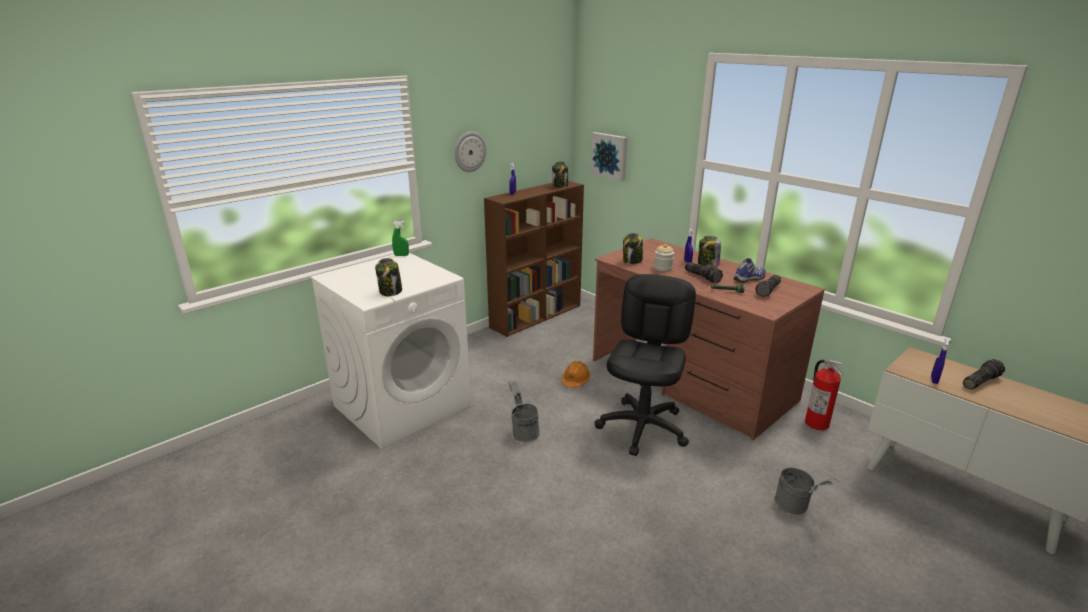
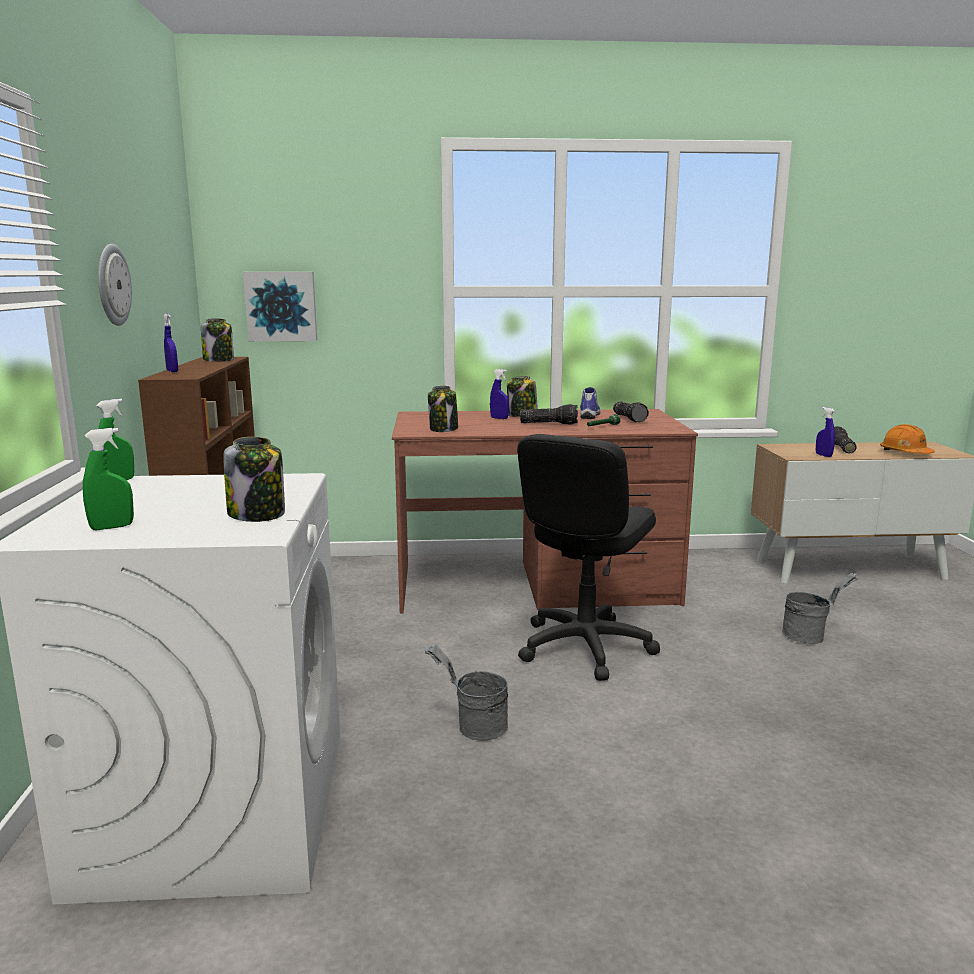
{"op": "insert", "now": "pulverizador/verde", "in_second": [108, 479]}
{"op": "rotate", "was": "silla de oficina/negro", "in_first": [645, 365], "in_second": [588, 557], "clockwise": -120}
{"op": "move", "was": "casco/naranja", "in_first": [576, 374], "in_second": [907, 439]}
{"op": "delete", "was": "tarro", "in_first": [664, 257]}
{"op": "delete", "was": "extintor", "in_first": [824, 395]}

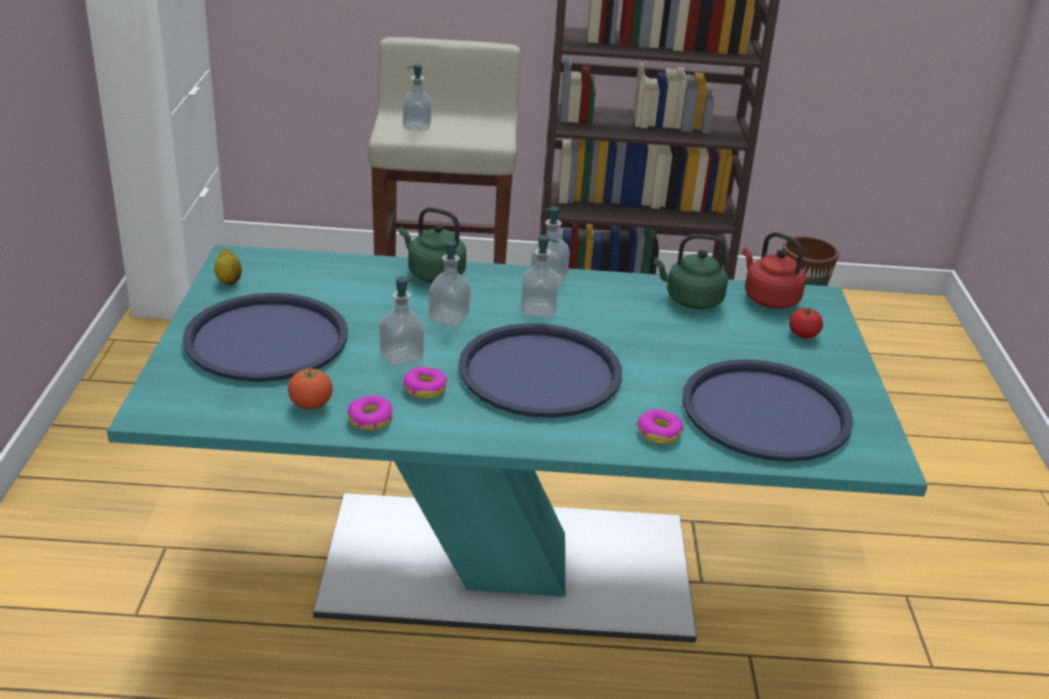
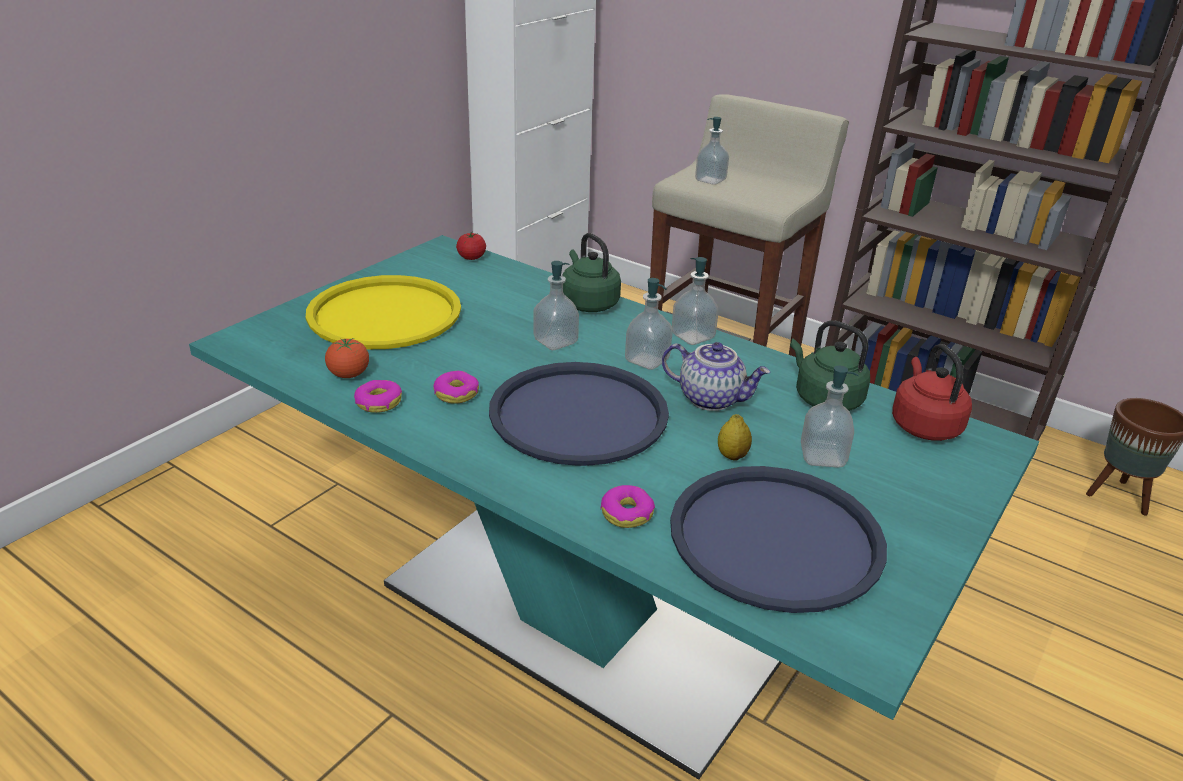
{"op": "recolor", "was": "bandeja/azul", "now": "bandeja/amarillo", "in_first": [265, 337], "in_second": [383, 312]}
{"op": "move", "was": "tomate", "in_first": [806, 323], "in_second": [471, 246]}
{"op": "insert", "now": "tetera", "in_second": [716, 376]}
{"op": "move", "was": "limón", "in_first": [228, 266], "in_second": [735, 437]}
{"op": "move", "was": "dispensador de jabón", "in_first": [401, 321], "in_second": [830, 416]}

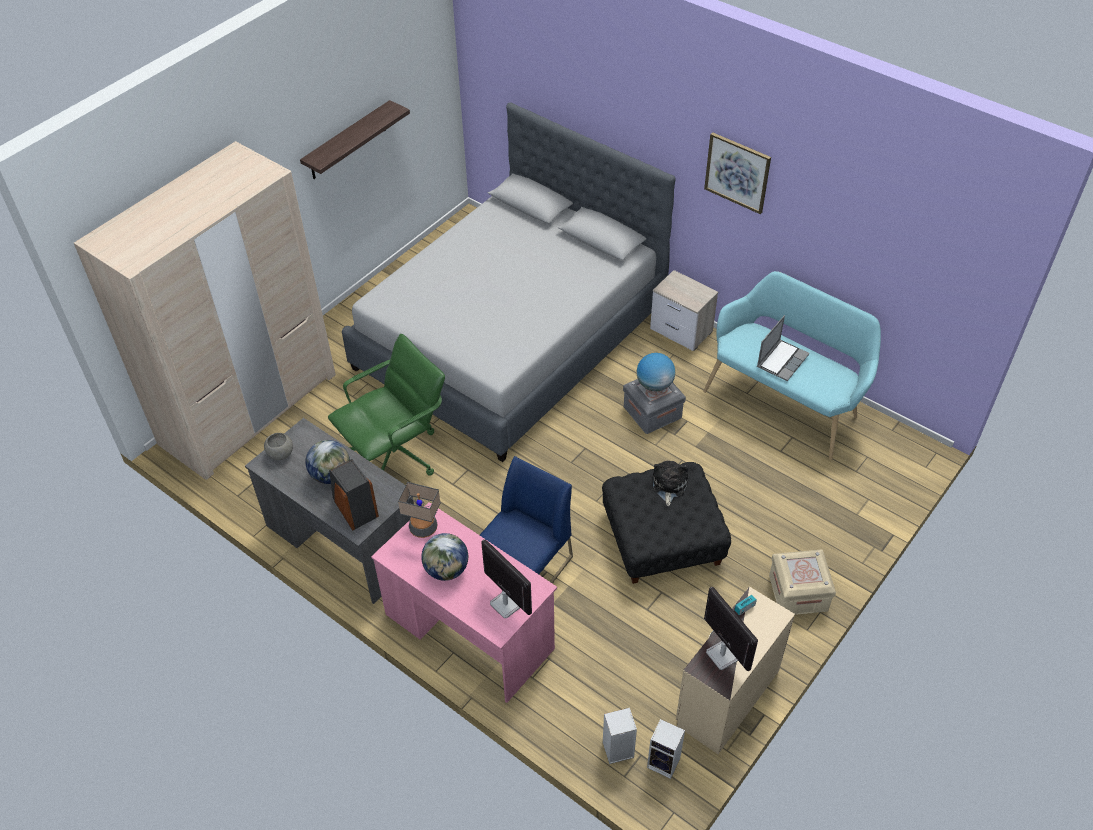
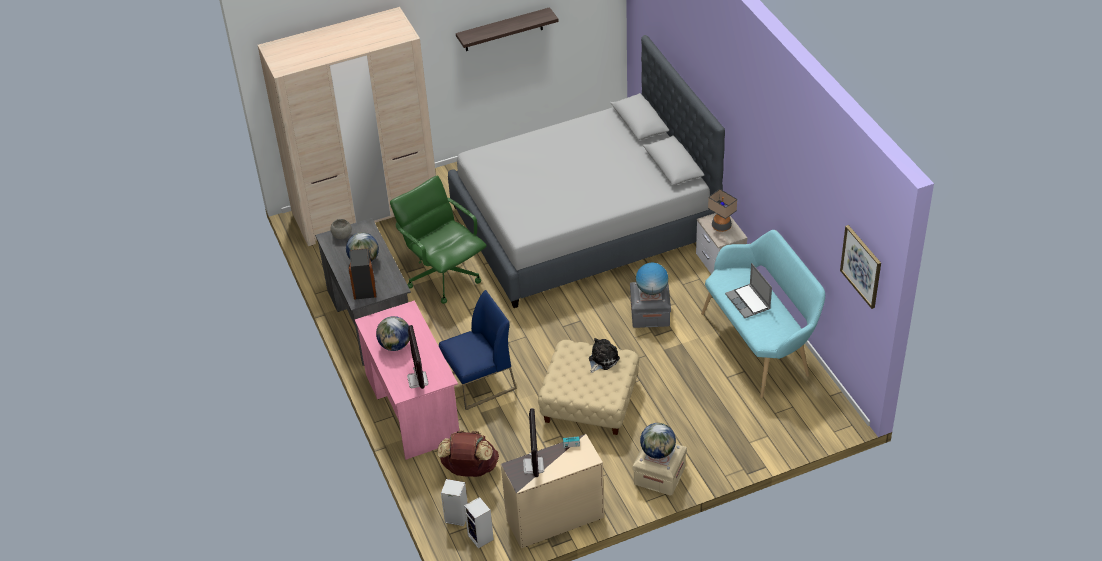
{"op": "rotate", "was": "silla de oficina/verde", "in_first": [386, 405], "in_second": [438, 240], "clockwise": -120}
{"op": "insert", "now": "mochila/marrón", "in_second": [468, 454]}
{"op": "recolor", "was": "puf/negro", "now": "puf/beis", "in_first": [666, 523], "in_second": [588, 387]}
{"op": "insert", "now": "globo terráqueo", "in_second": [658, 441]}
{"op": "move", "was": "lámpara de mesa", "in_first": [419, 510], "in_second": [722, 210]}
{"op": "rotate", "was": "portátil", "in_first": [783, 348], "in_second": [748, 290], "clockwise": 90}
{"op": "move", "was": "cuadro", "in_first": [737, 173], "in_second": [860, 267]}

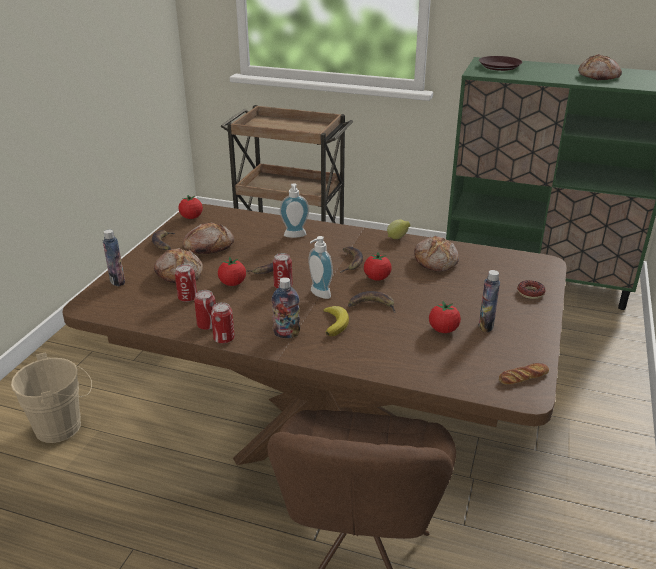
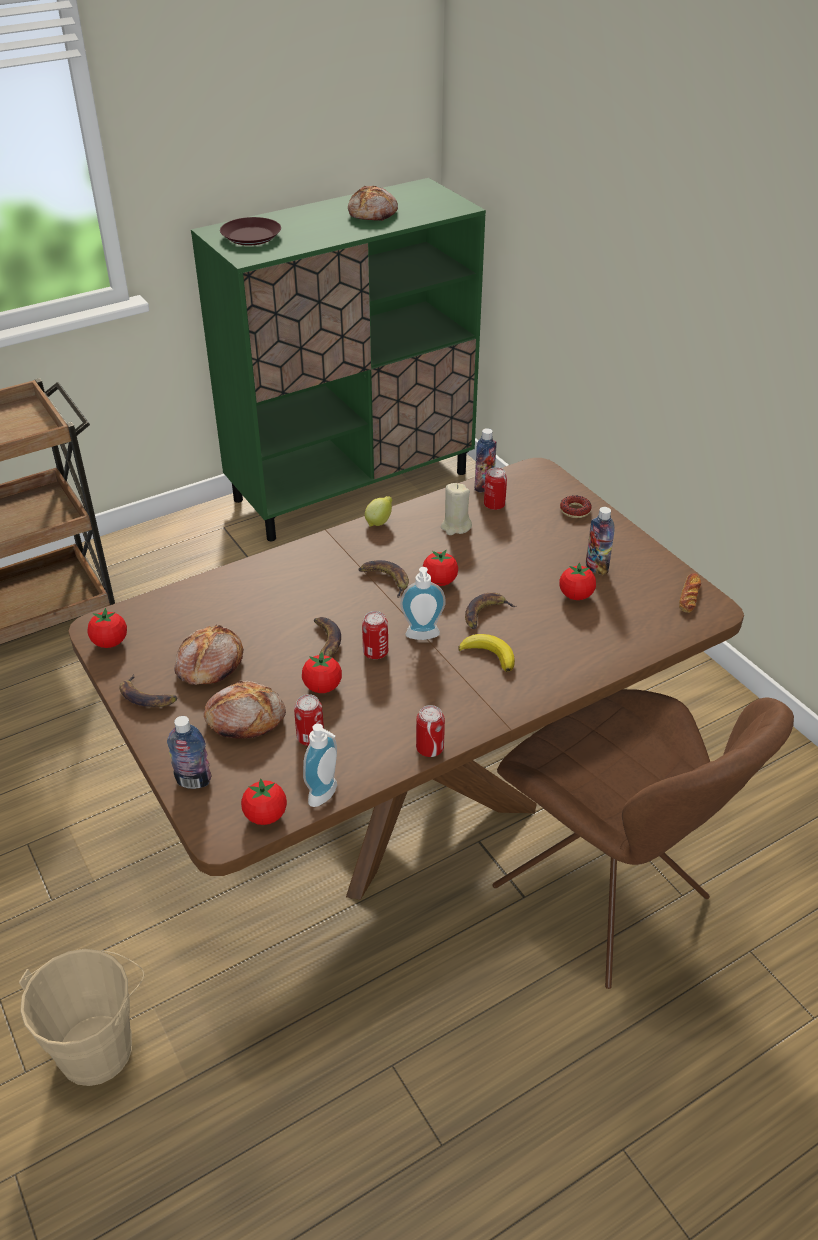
{"op": "insert", "now": "tomate", "in_second": [264, 801]}
{"op": "move", "was": "dispensador de jabón", "in_first": [294, 210], "in_second": [320, 765]}
{"op": "replace", "was": "pan", "now": "vela/beis", "in_first": [436, 254], "in_second": [456, 509]}
{"op": "move", "was": "botella", "in_first": [285, 307], "in_second": [485, 460]}
{"op": "move", "was": "lata", "in_first": [205, 310], "in_second": [495, 488]}

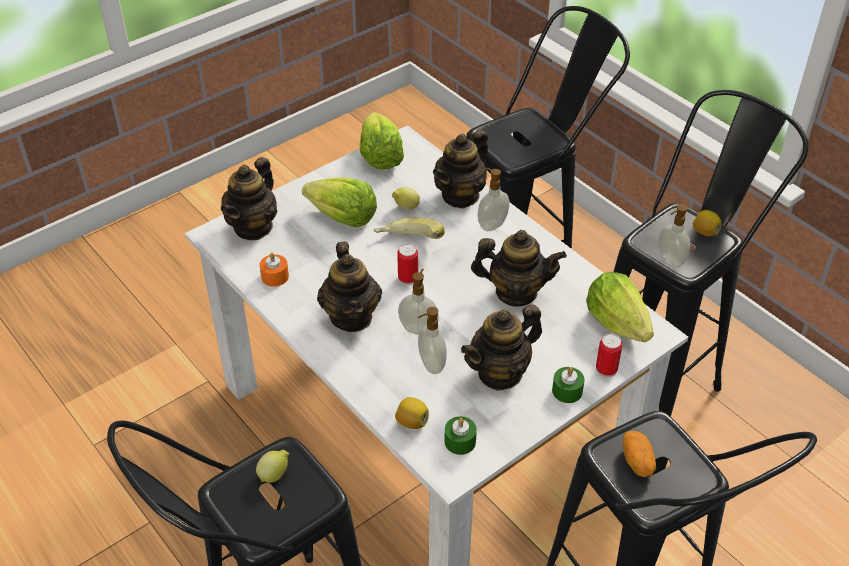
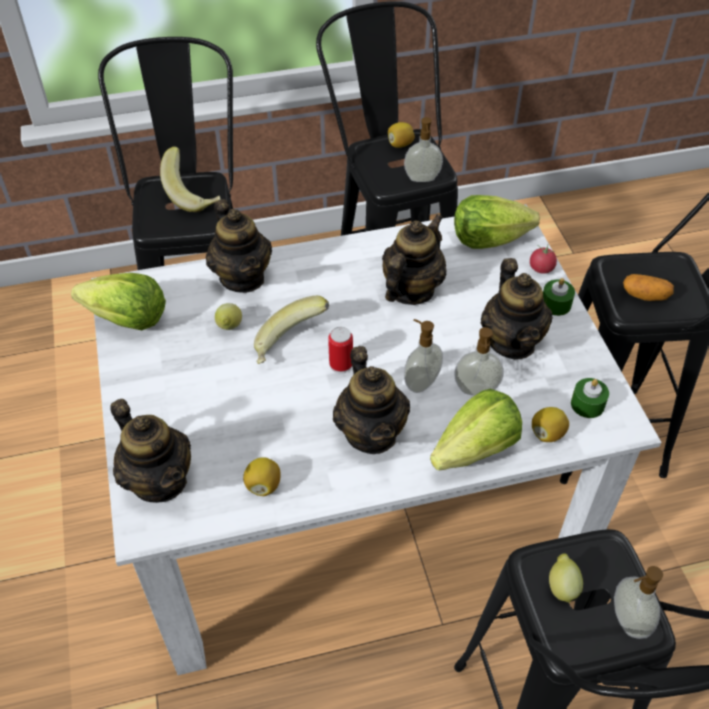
{"op": "insert", "now": "plátano", "in_second": [190, 179]}
{"op": "replace", "was": "vela/naranja", "now": "limón", "in_first": [274, 270], "in_second": [262, 476]}
{"op": "rotate", "was": "tetera", "in_first": [349, 287], "in_second": [371, 400], "clockwise": 60}
{"op": "move", "was": "lechuga", "in_first": [339, 202], "in_second": [476, 430]}
{"op": "replace", "was": "lata", "now": "tomate", "in_first": [609, 356], "in_second": [543, 259]}
{"op": "move", "was": "dispensador de jabón", "in_first": [493, 199], "in_second": [638, 602]}

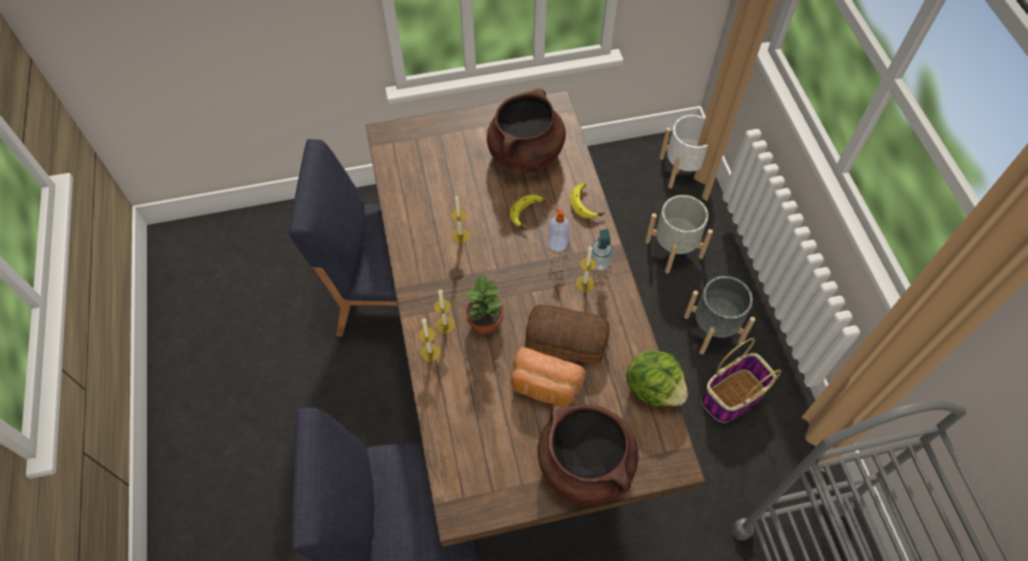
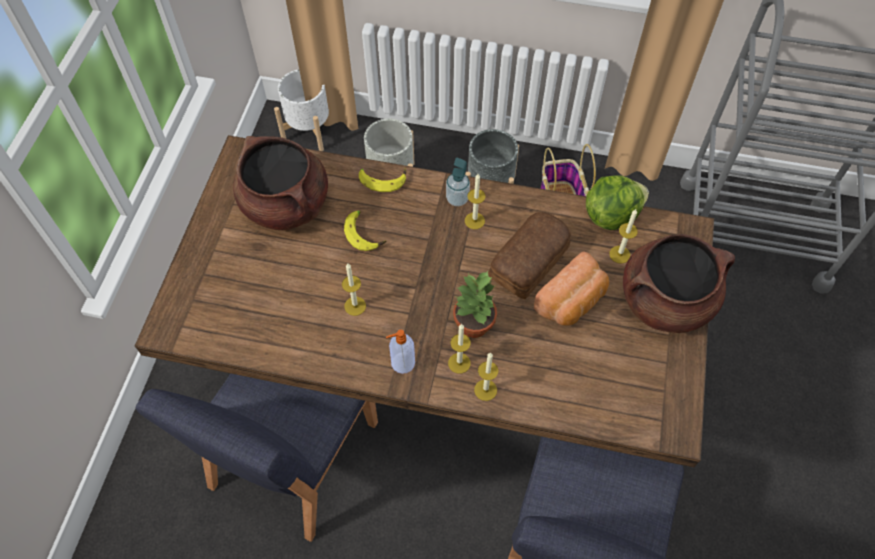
{"op": "move", "was": "dispensador de jabón", "in_first": [559, 228], "in_second": [400, 352]}
{"op": "insert", "now": "vela", "in_second": [623, 236]}

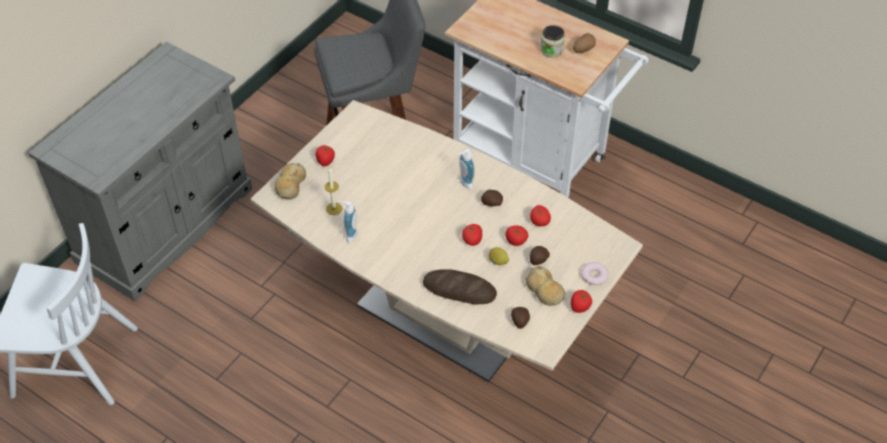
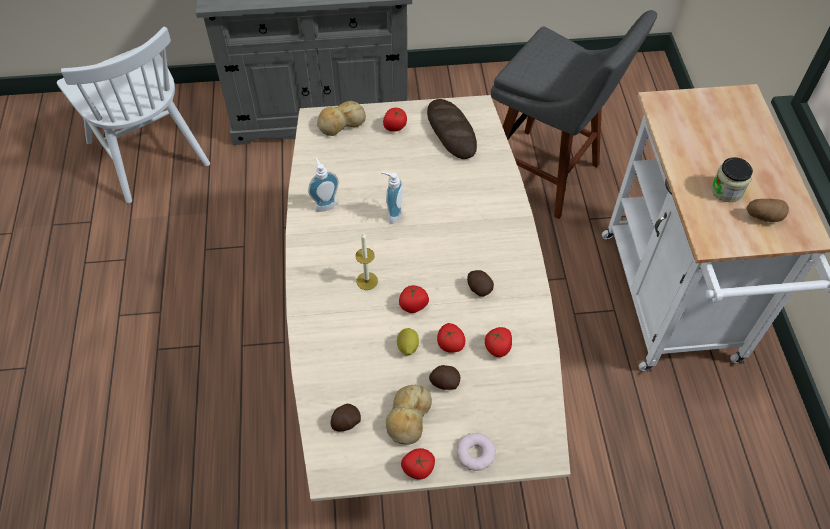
{"op": "move", "was": "vela", "in_first": [333, 191], "in_second": [366, 261]}
{"op": "move", "was": "dispensador de jabón", "in_first": [466, 169], "in_second": [392, 198]}
{"op": "move", "was": "pan", "in_first": [460, 286], "in_second": [452, 129]}

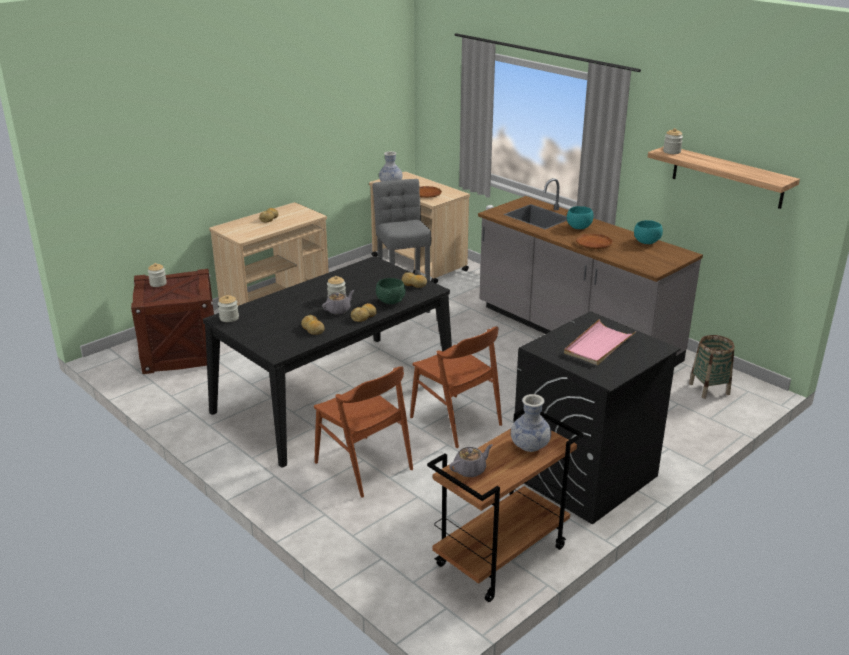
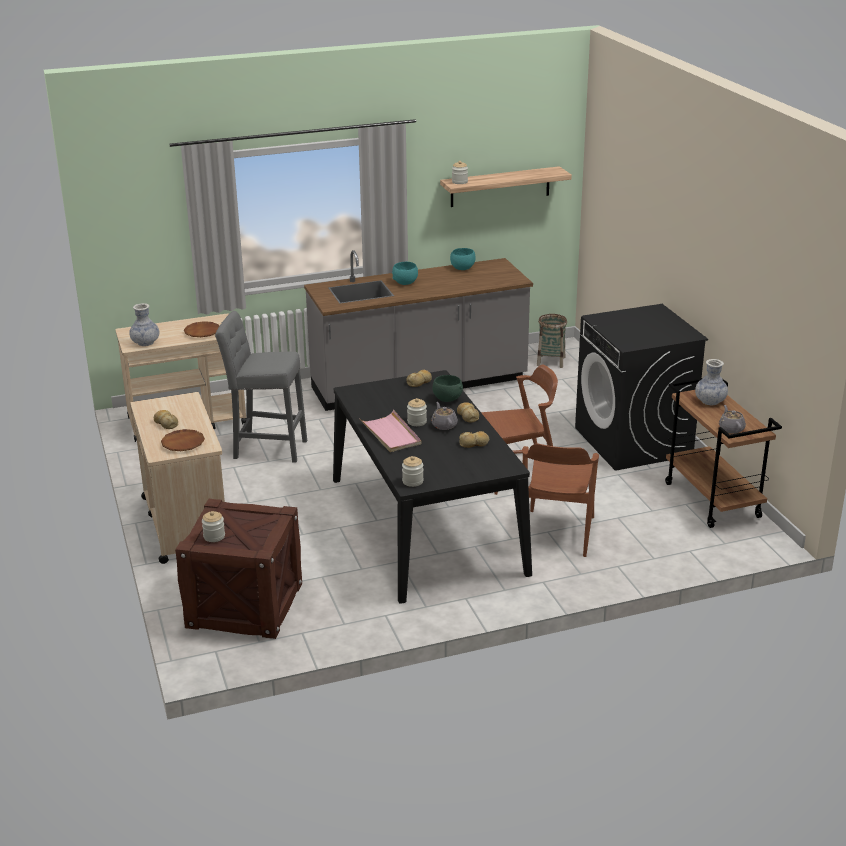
{"op": "move", "was": "plato/marrón", "in_first": [594, 241], "in_second": [183, 440]}
{"op": "move", "was": "bandeja/rosa", "in_first": [600, 342], "in_second": [390, 431]}
{"op": "rotate", "was": "silla/marrón", "in_first": [363, 432], "in_second": [560, 500], "clockwise": 120}

